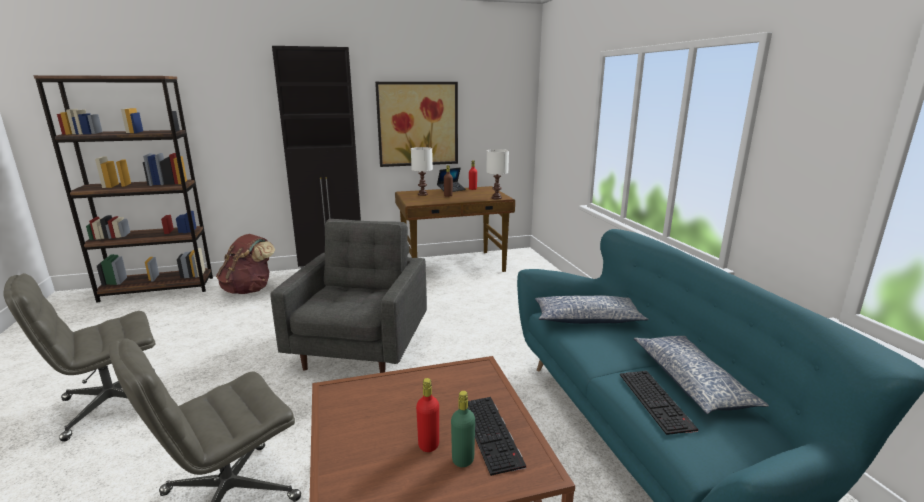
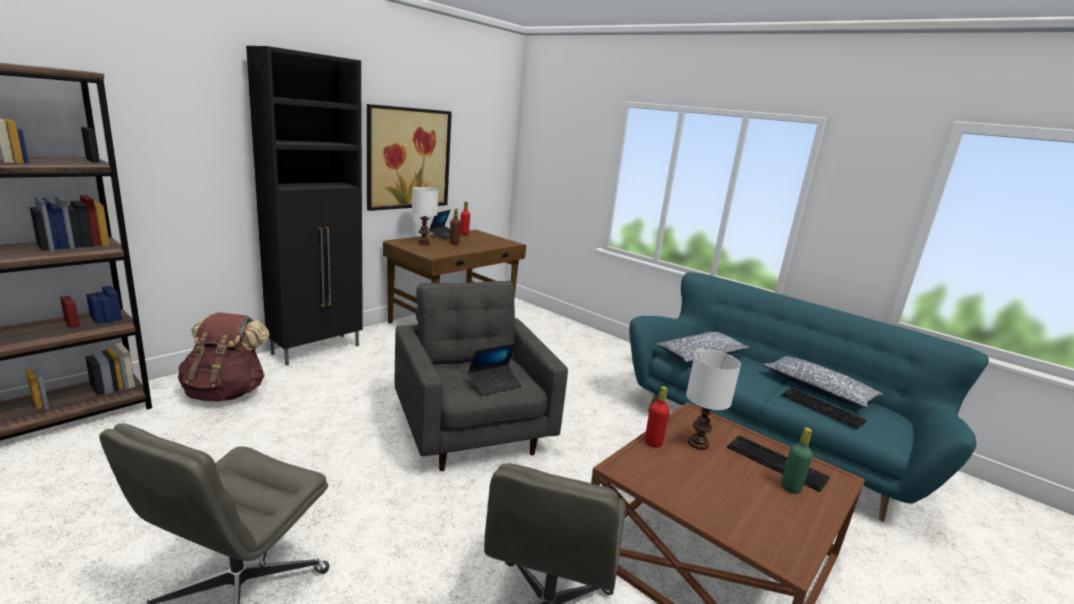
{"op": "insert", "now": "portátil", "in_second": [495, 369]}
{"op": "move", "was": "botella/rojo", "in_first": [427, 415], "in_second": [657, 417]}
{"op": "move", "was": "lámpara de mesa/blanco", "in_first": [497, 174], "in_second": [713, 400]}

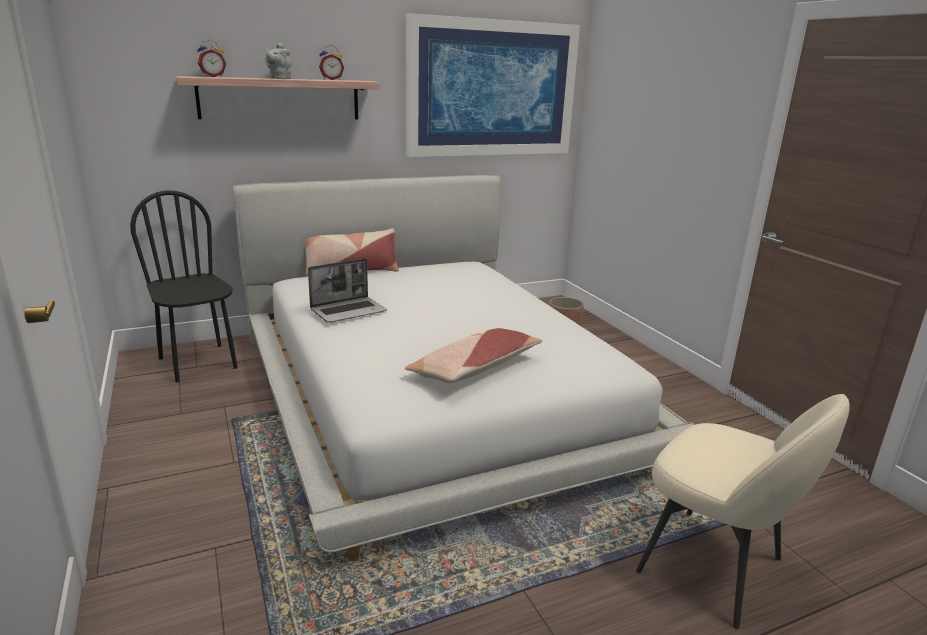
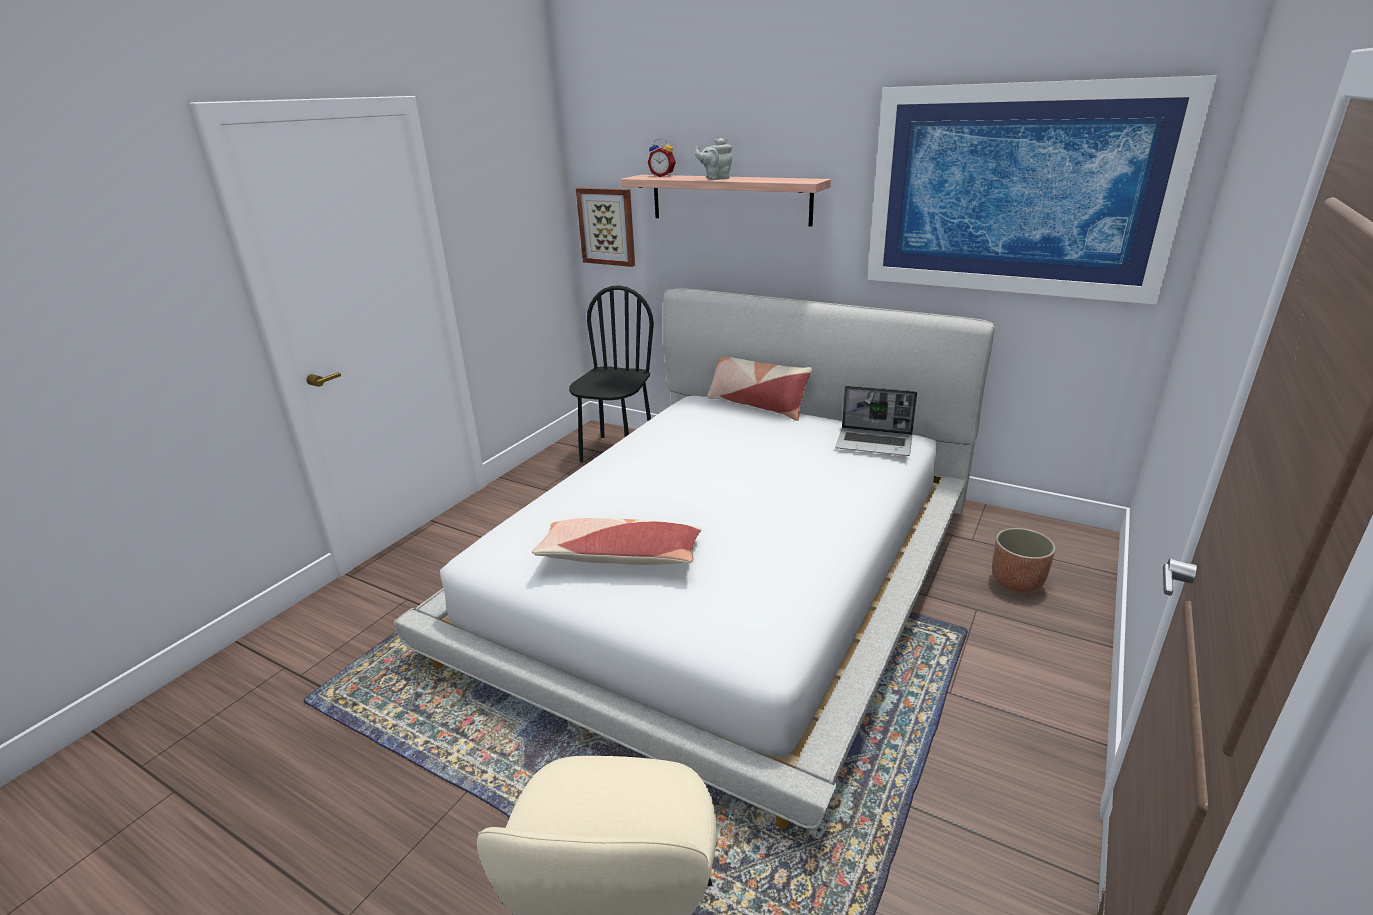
{"op": "insert", "now": "cuadro", "in_second": [605, 227]}
{"op": "move", "was": "portátil", "in_first": [347, 290], "in_second": [876, 421]}
{"op": "delete", "was": "despertador", "in_first": [331, 62]}

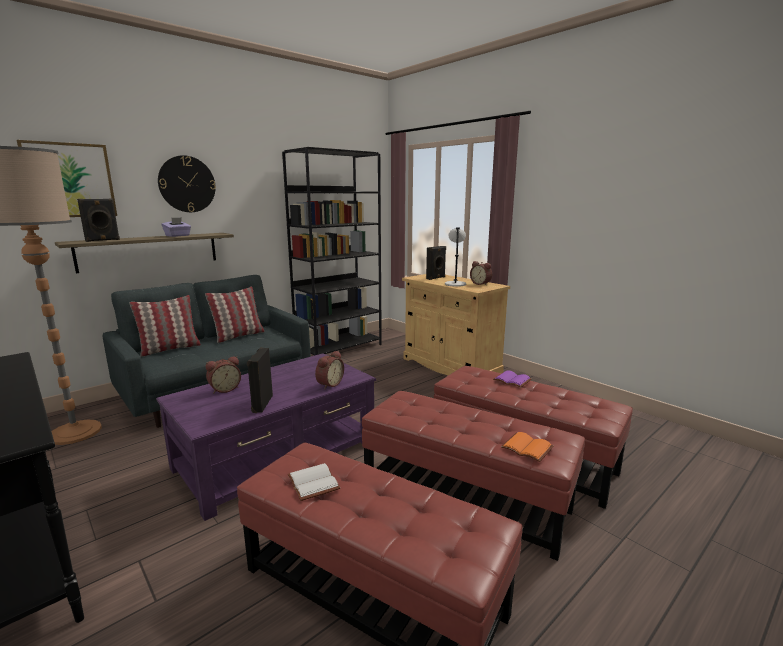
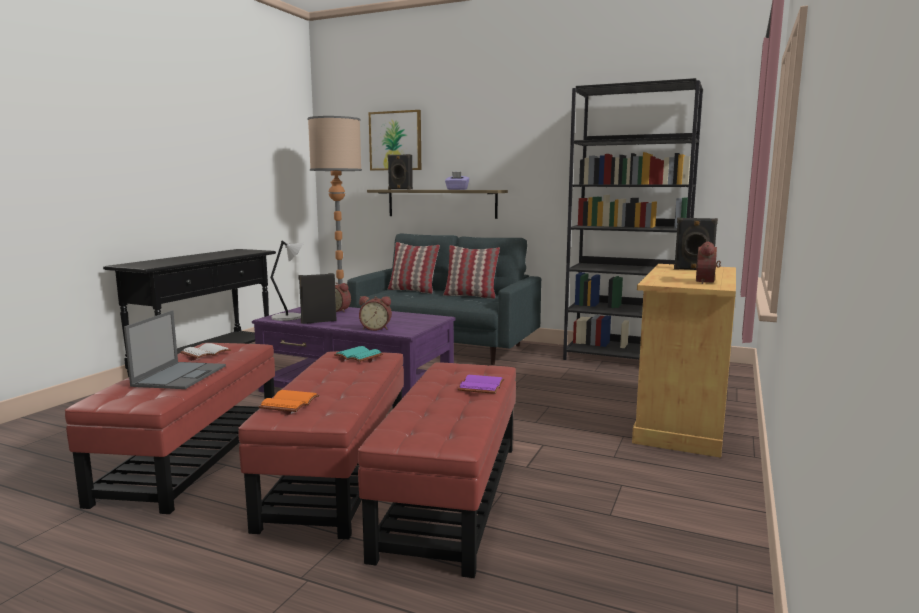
{"op": "insert", "now": "portátil", "in_second": [175, 349]}
{"op": "move", "was": "lámpara de mesa/gris", "in_first": [455, 257], "in_second": [287, 280]}
{"op": "insert", "now": "libro/turquesa", "in_second": [358, 354]}
{"op": "delete", "was": "reloj de pared", "in_first": [187, 183]}

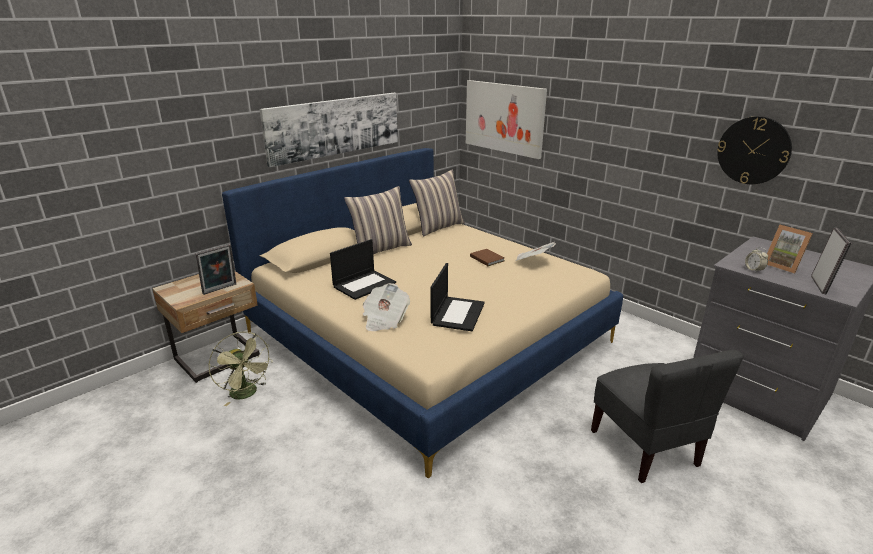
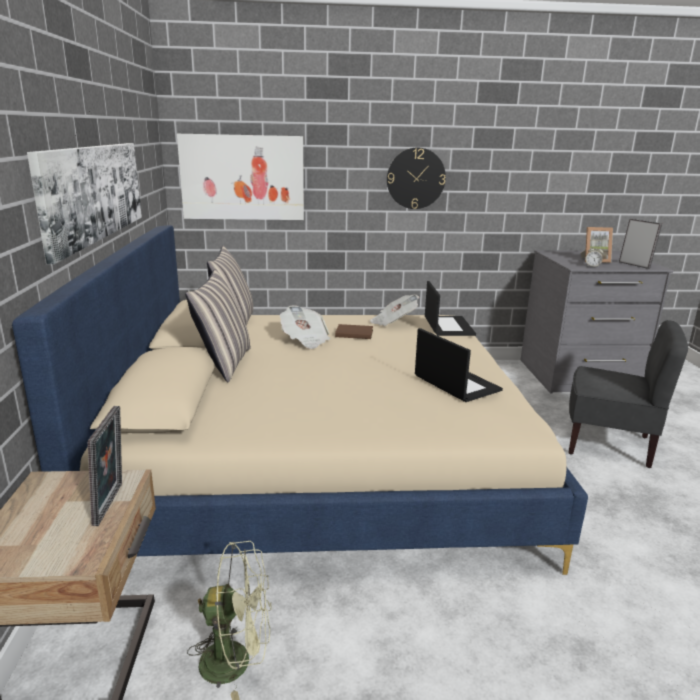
{"op": "move", "was": "periódico", "in_first": [386, 307], "in_second": [305, 327]}
{"op": "move", "was": "reloj de pared", "in_first": [754, 150], "in_second": [416, 178]}
{"op": "move", "was": "portátil", "in_first": [363, 269], "in_second": [450, 308]}

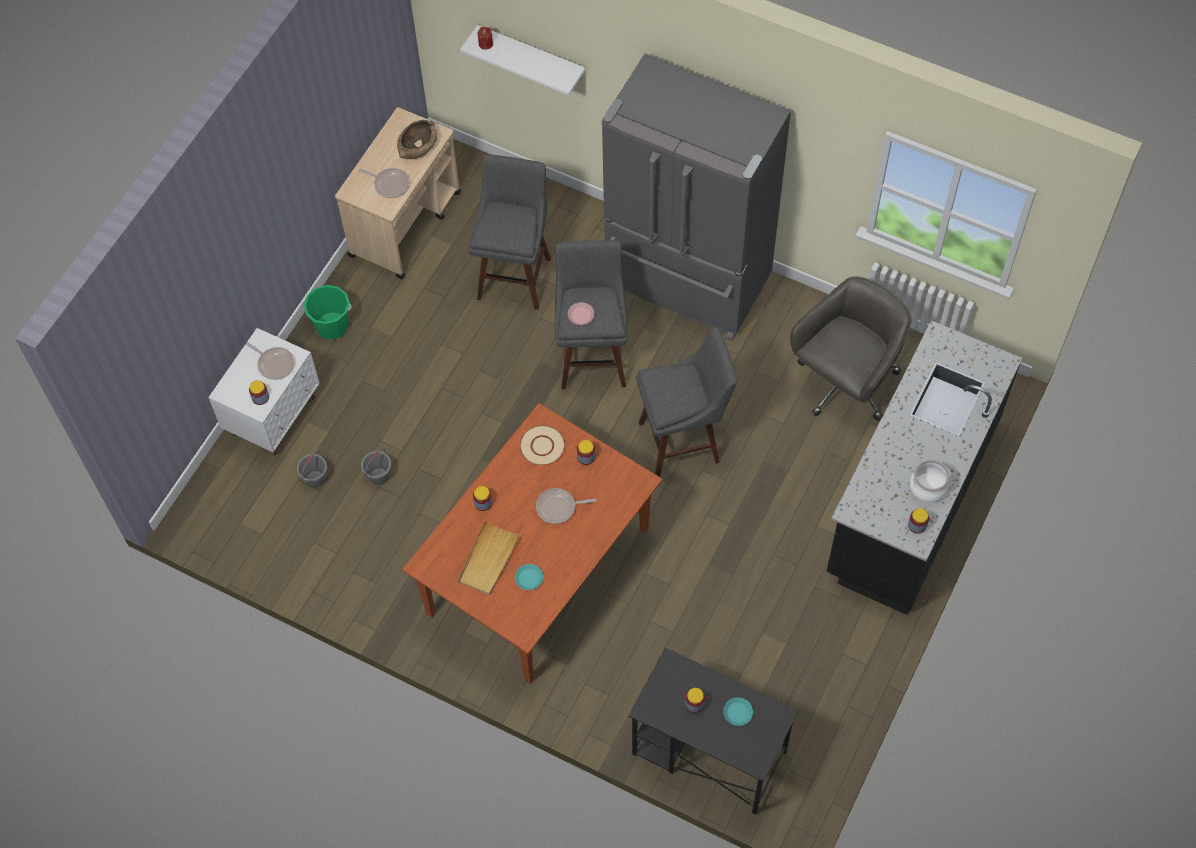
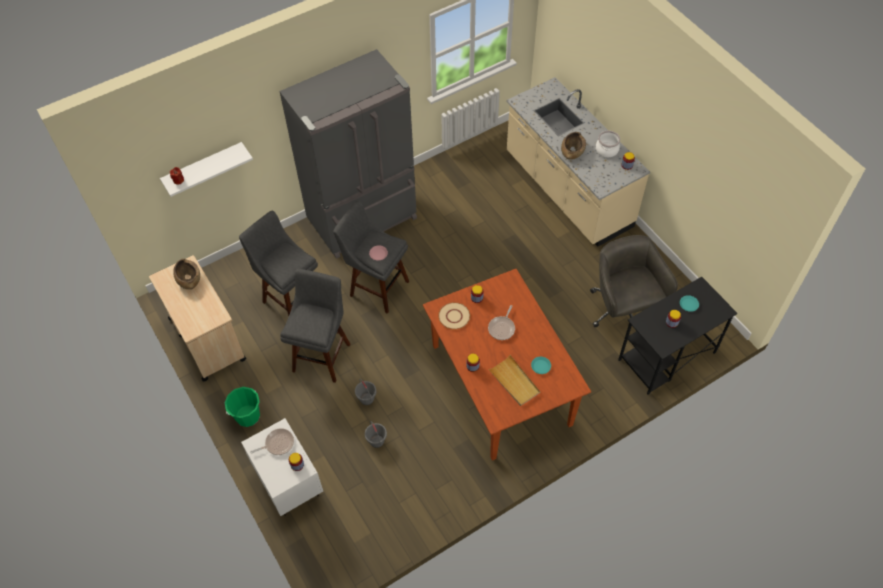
{"op": "move", "was": "taburete/gris", "in_first": [686, 402], "in_second": [315, 326]}
{"op": "move", "was": "cubo/gris", "in_first": [312, 469], "in_second": [365, 392]}
{"op": "recolor", "was": "mueble bajo de cocina/negro", "now": "mueble bajo de cocina/beis", "in_first": [924, 468], "in_second": [578, 162]}
{"op": "insert", "now": "cuenco/marrón", "in_second": [573, 146]}
{"op": "move", "was": "silla de oficina/gris", "in_first": [851, 348], "in_second": [634, 281]}
{"op": "delete", "was": "sartén", "in_first": [384, 183]}

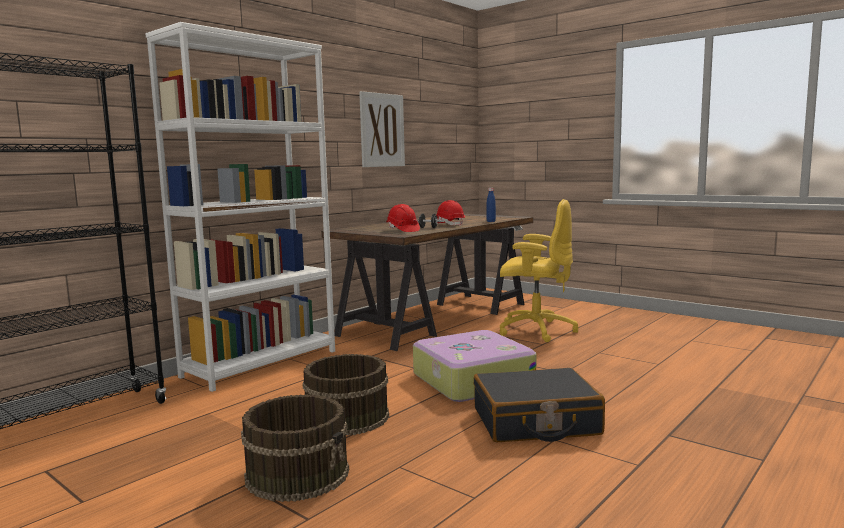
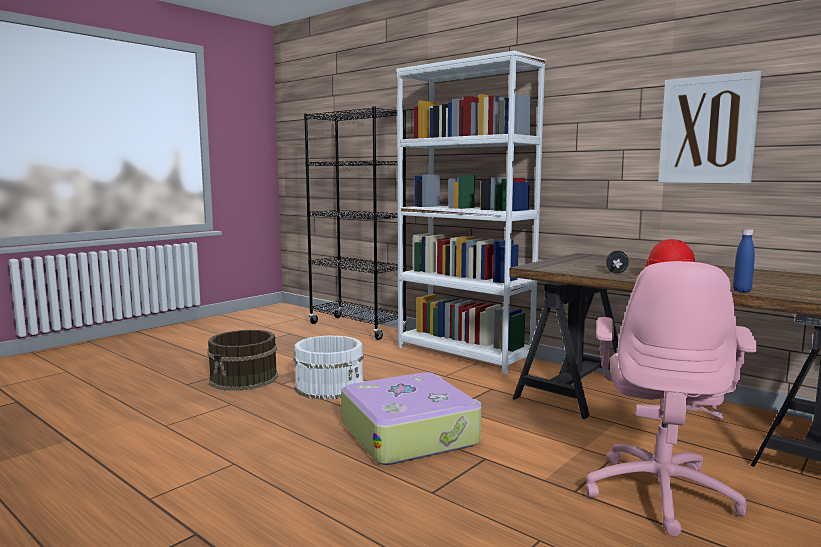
{"op": "recolor", "was": "cubo/marrón", "now": "cubo/blanco", "in_first": [345, 394], "in_second": [328, 367]}
{"op": "recolor", "was": "silla de oficina/amarillo", "now": "silla de oficina/rosa", "in_first": [539, 270], "in_second": [671, 399]}
{"op": "delete", "was": "casco/rojo", "in_first": [403, 218]}
{"op": "delete", "was": "maleta/negro", "in_first": [539, 405]}

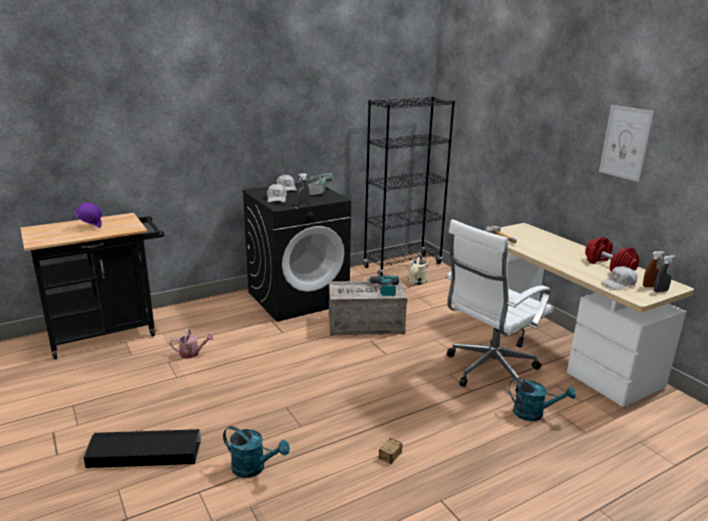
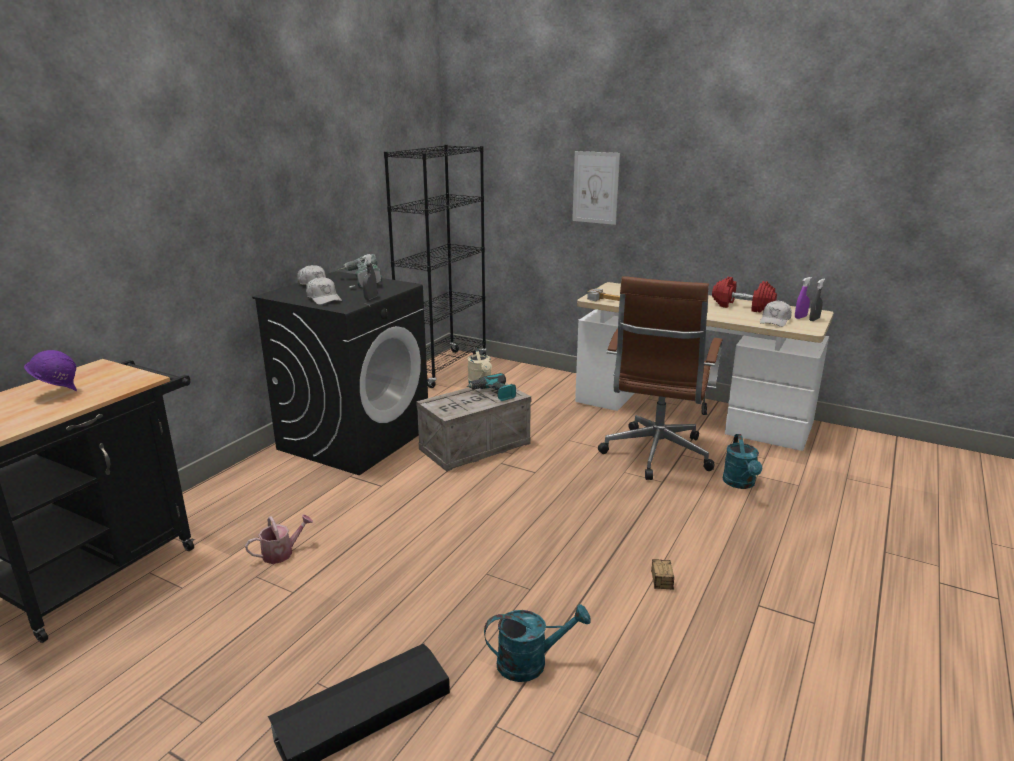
{"op": "move", "was": "cuadro", "in_first": [627, 143], "in_second": [596, 188]}
{"op": "recolor", "was": "silla de oficina/blanco", "now": "silla de oficina/marrón", "in_first": [499, 306], "in_second": [660, 378]}
{"op": "rotate", "was": "regadera/turquesa", "in_first": [542, 399], "in_second": [742, 461], "clockwise": 105}
{"op": "recolor", "was": "pulverizador/marrón", "now": "pulverizador/morado", "in_first": [654, 269], "in_second": [803, 298]}

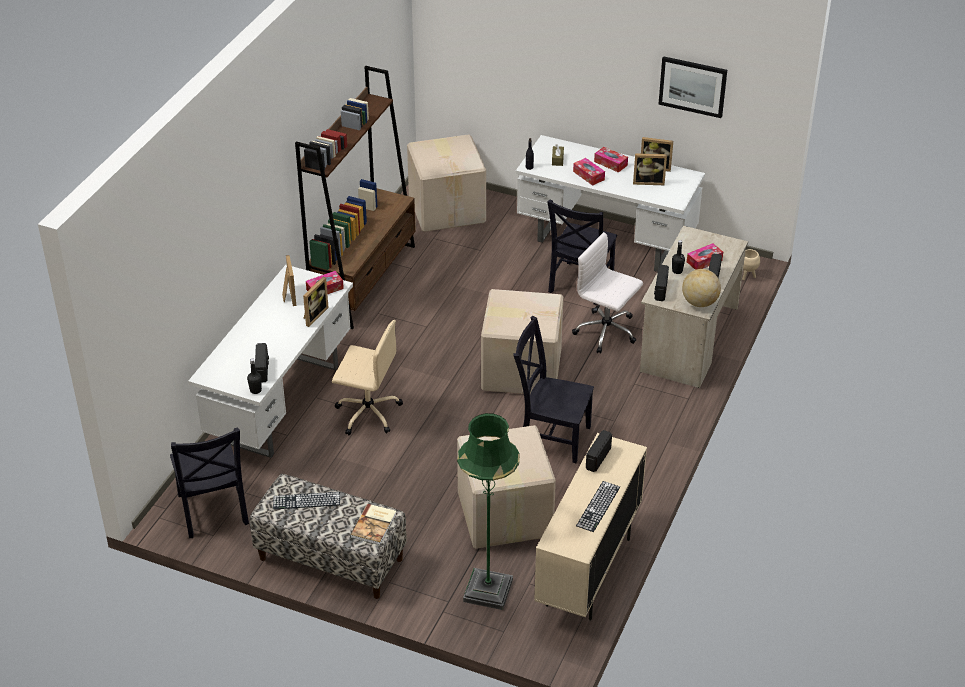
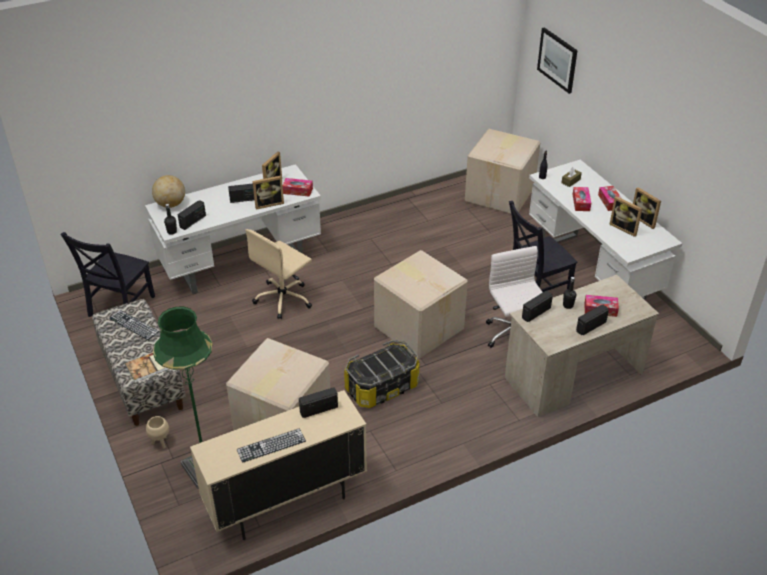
{"op": "move", "was": "maceta/beis", "in_first": [751, 264], "in_second": [157, 432]}
{"op": "move", "was": "globo terráqueo", "in_first": [701, 288], "in_second": [168, 191]}
{"op": "insert", "now": "radio", "in_second": [241, 193]}
{"op": "rotate", "was": "silla de oficina/beis", "in_first": [367, 377], "in_second": [278, 274], "clockwise": 75}
{"op": "replace", "was": "silla/negro", "now": "caja de almacenaje", "in_first": [553, 389], "in_second": [382, 374]}
{"op": "move", "was": "cuadro", "in_first": [692, 87], "in_second": [557, 60]}
{"op": "delete", "was": "estantería/marrón", "in_first": [355, 197]}

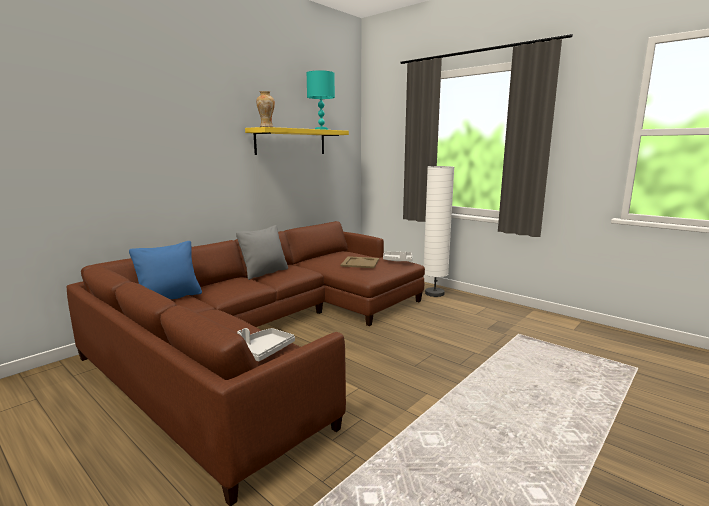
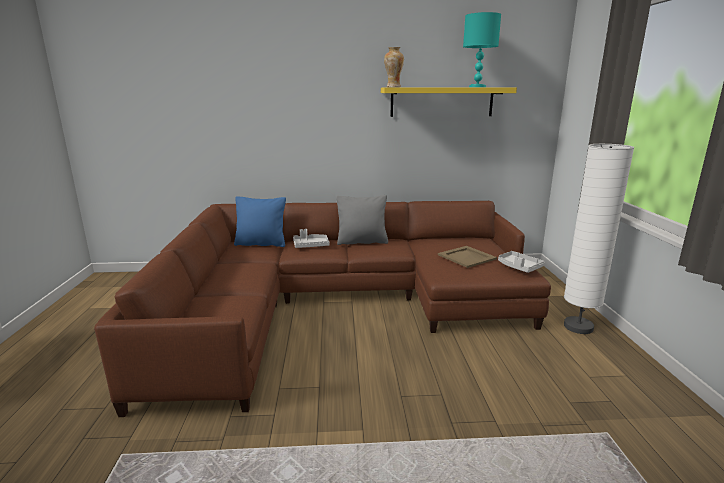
{"op": "move", "was": "bandeja/gris", "in_first": [266, 345], "in_second": [311, 238]}

